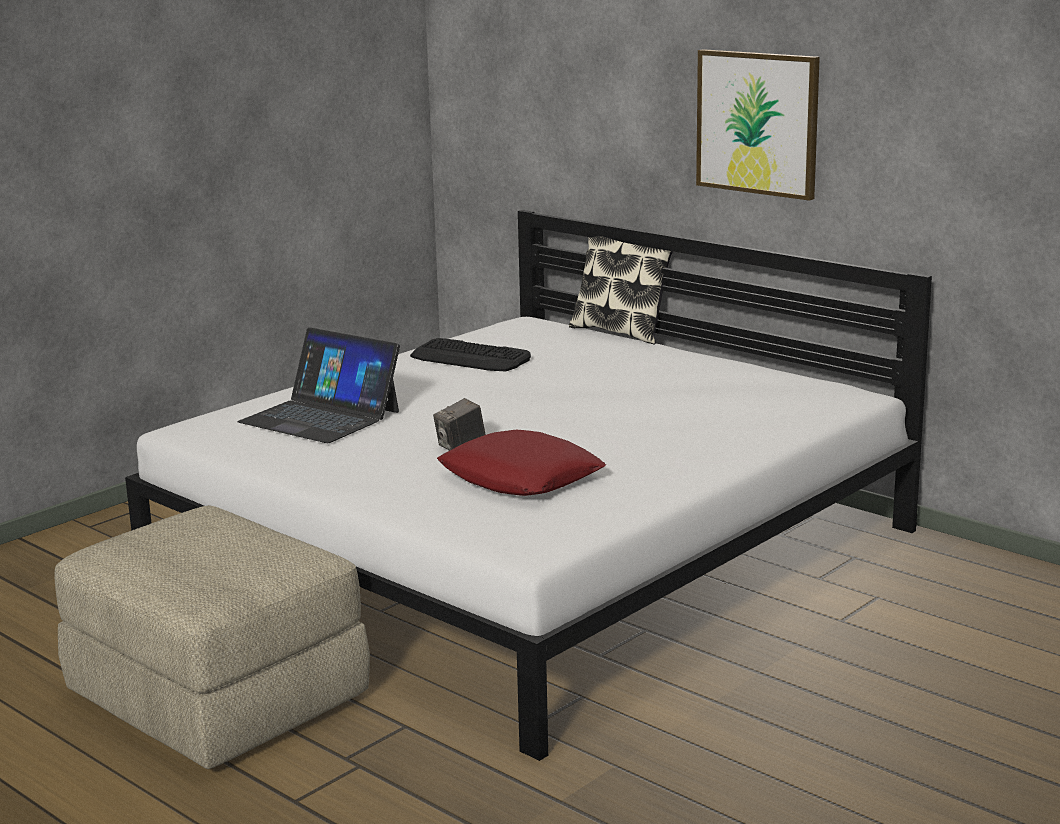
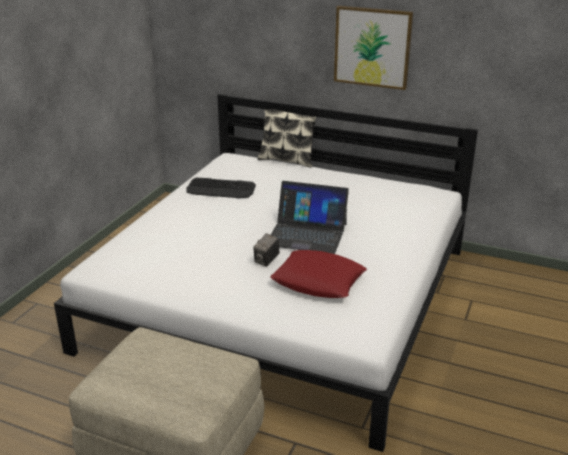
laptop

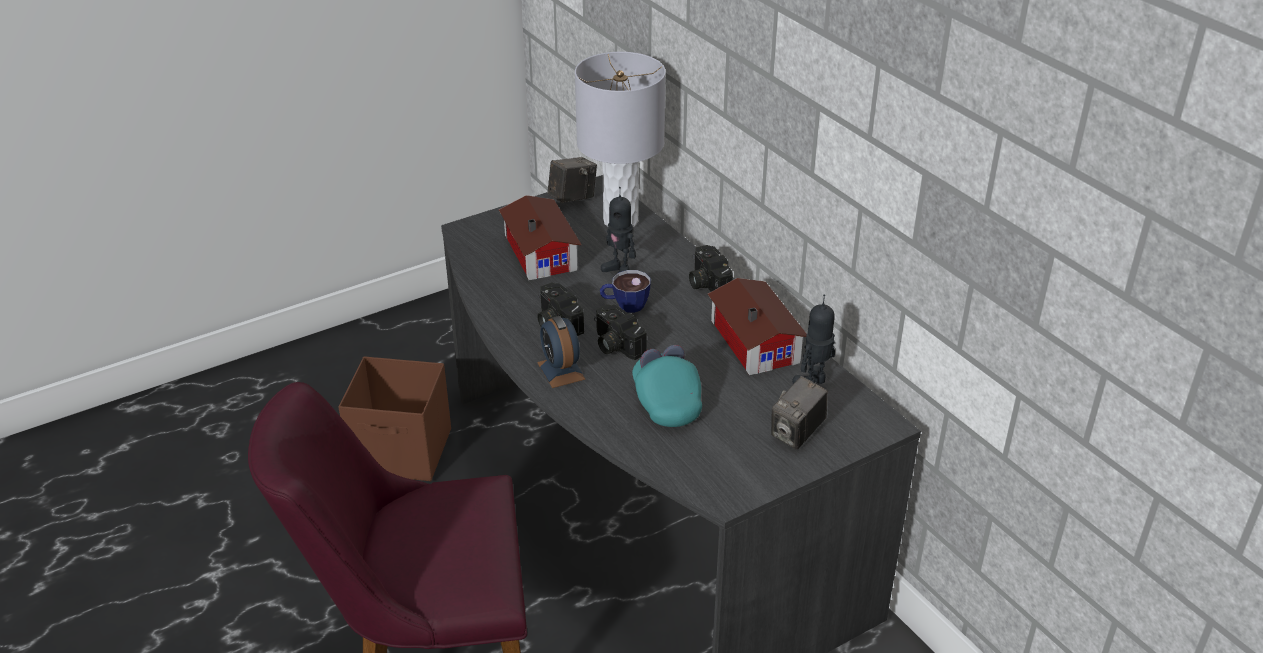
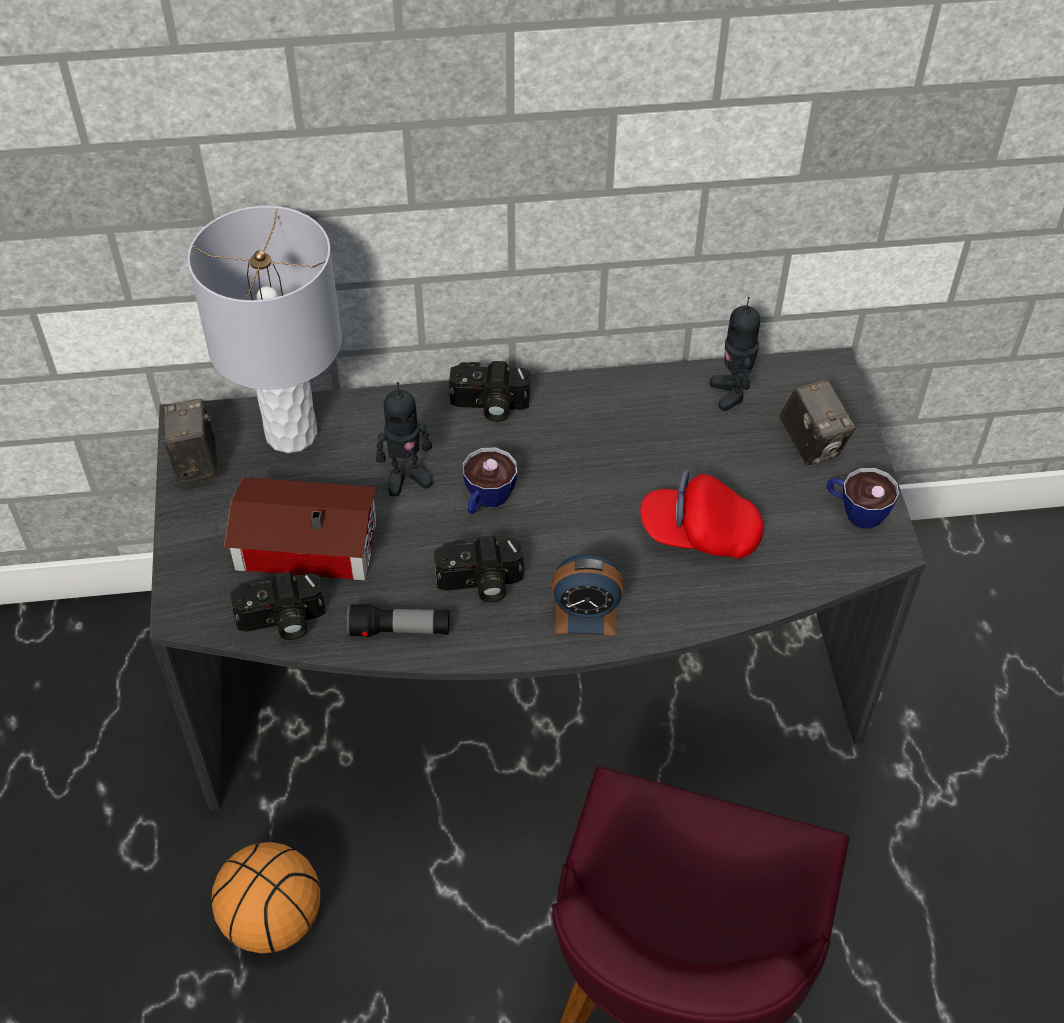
basketball
photo camera (no. 2 from left)
flashlight
cap (red)
cup (no. 2 from left)
toy house (no. 2 from left in the first image)

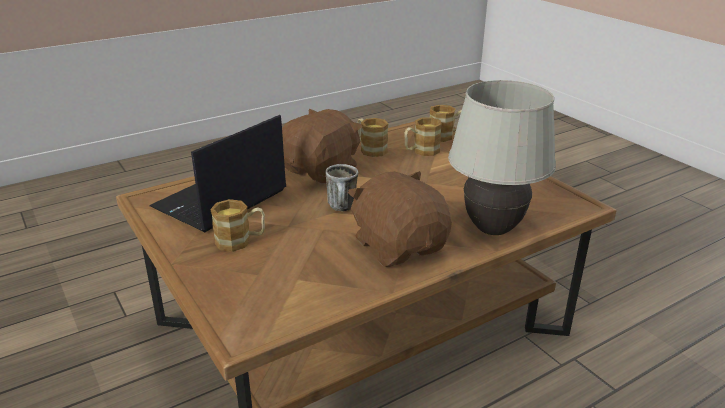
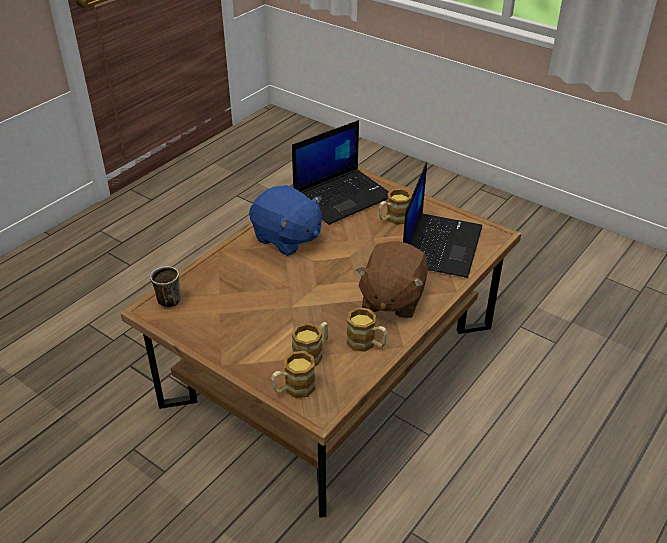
mug (no. 1 from left)
plush toy (blue)
laptop (no. 1 from left)
table lamp (white)

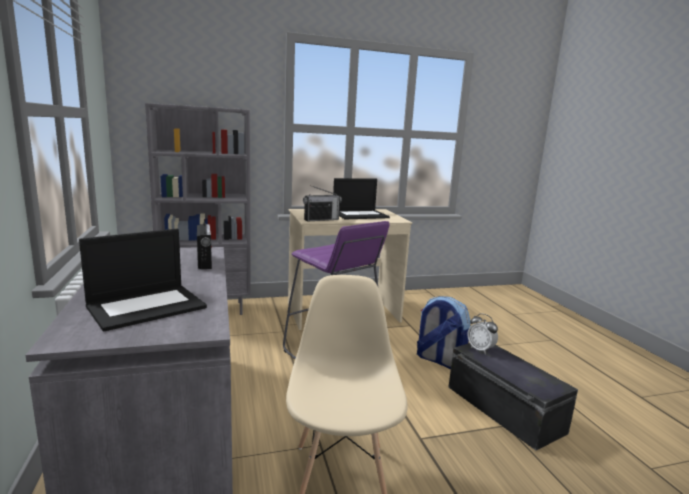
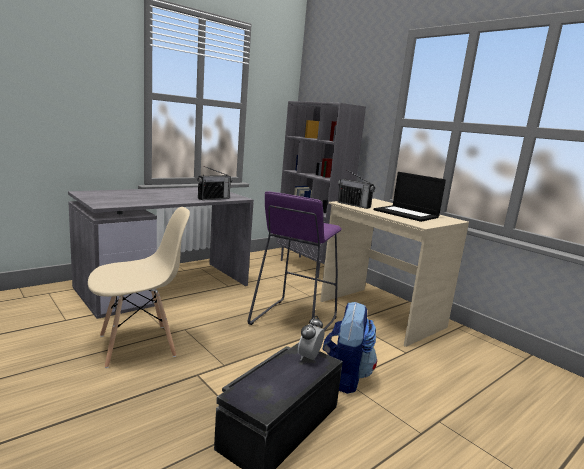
laptop (no. 1 from left in the first image)

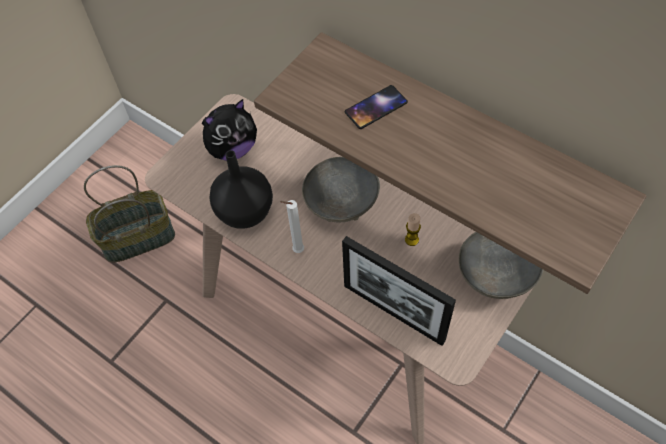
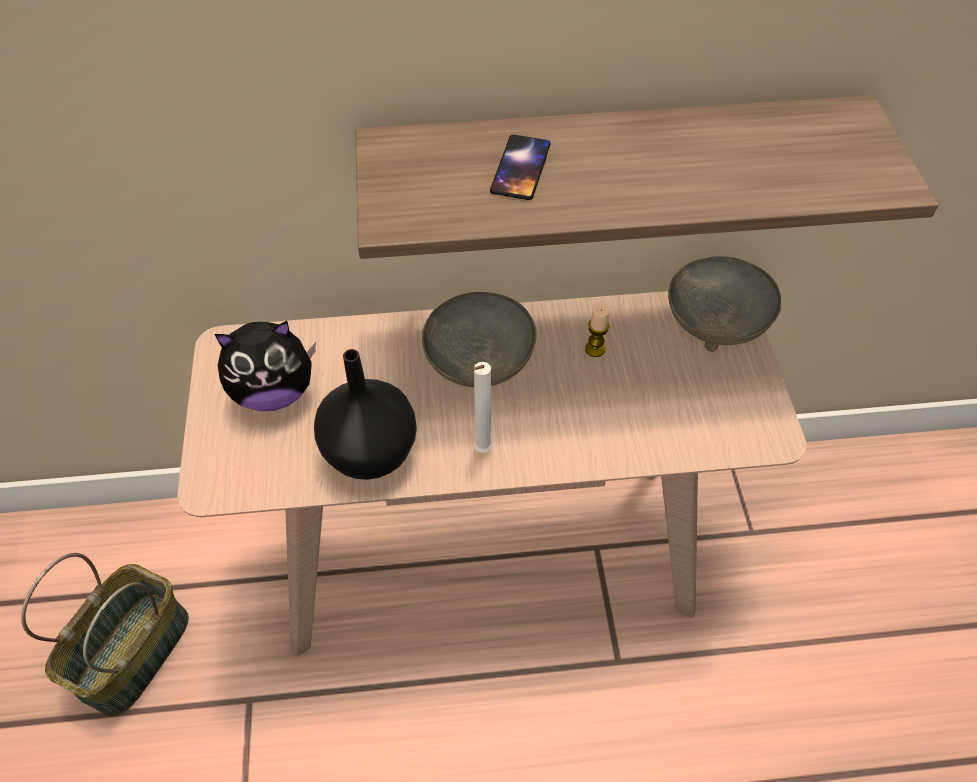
plush toy
picture frame

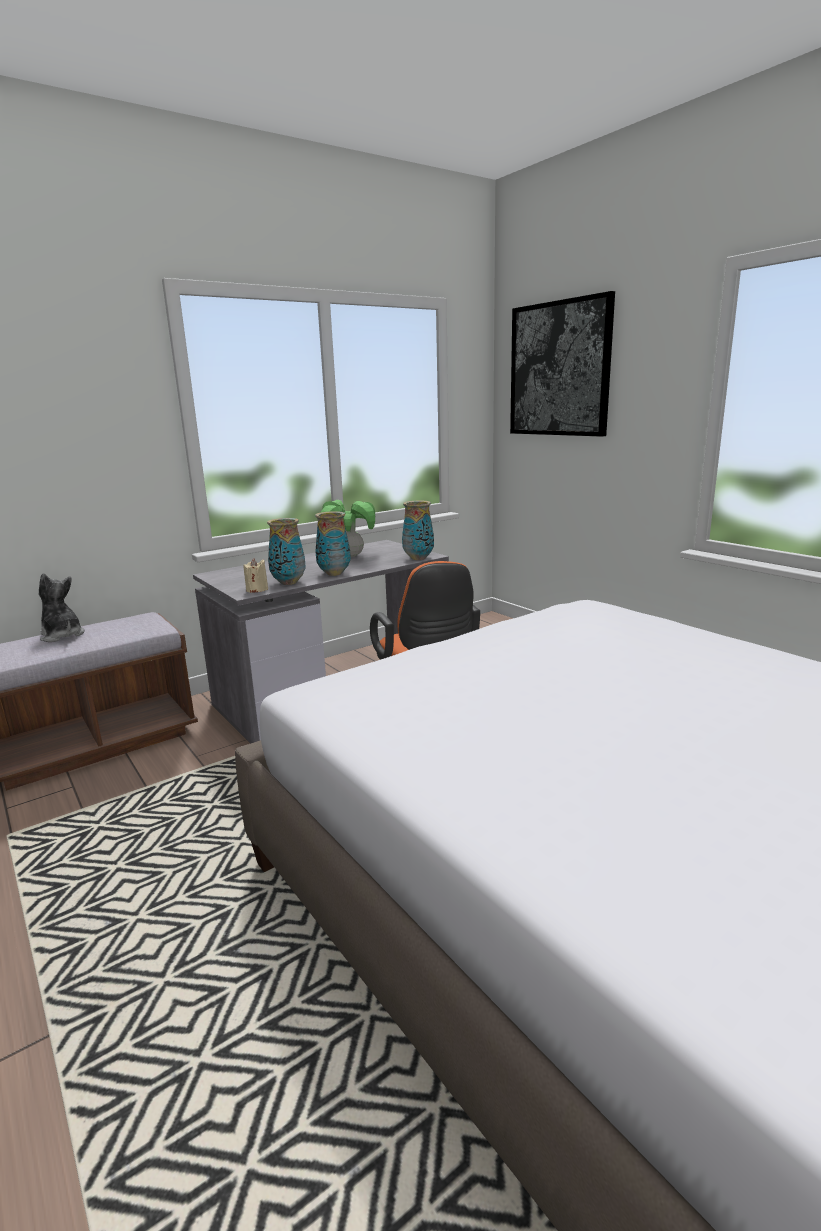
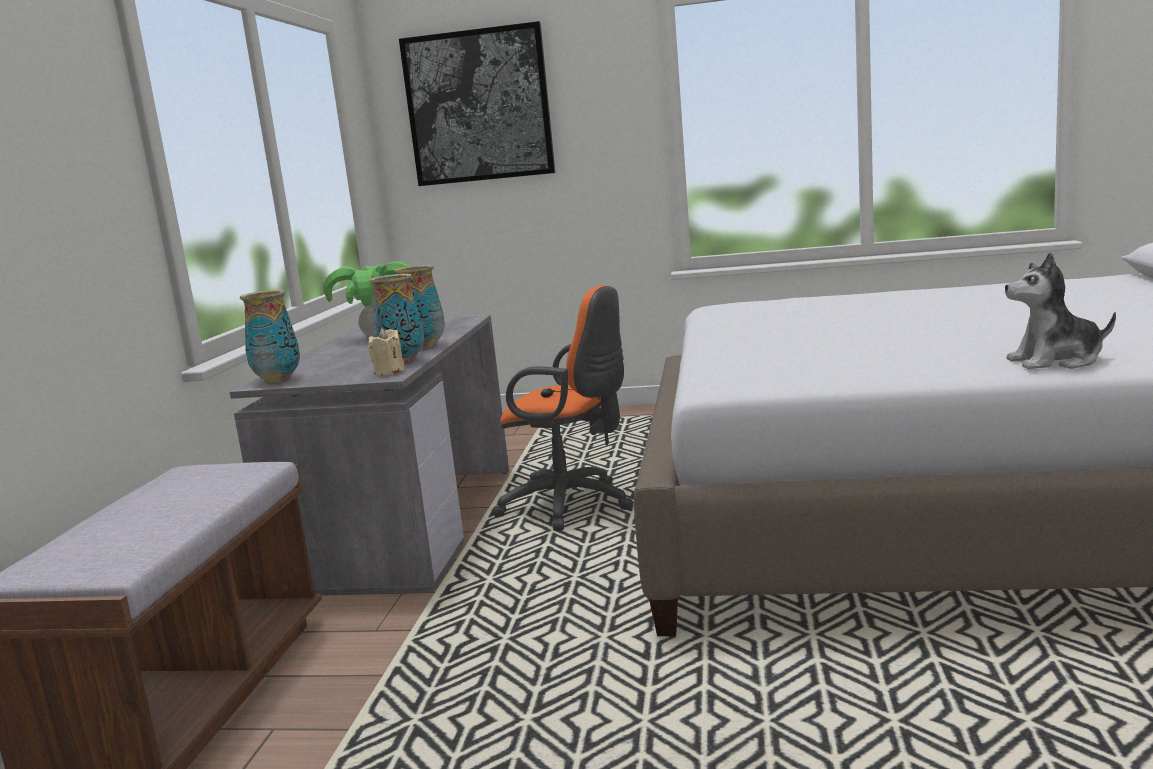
vase (no. 1 from left)
plush toy

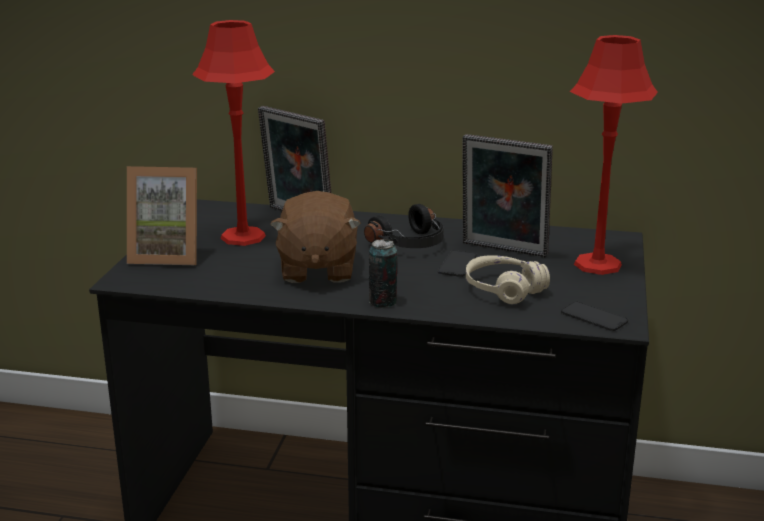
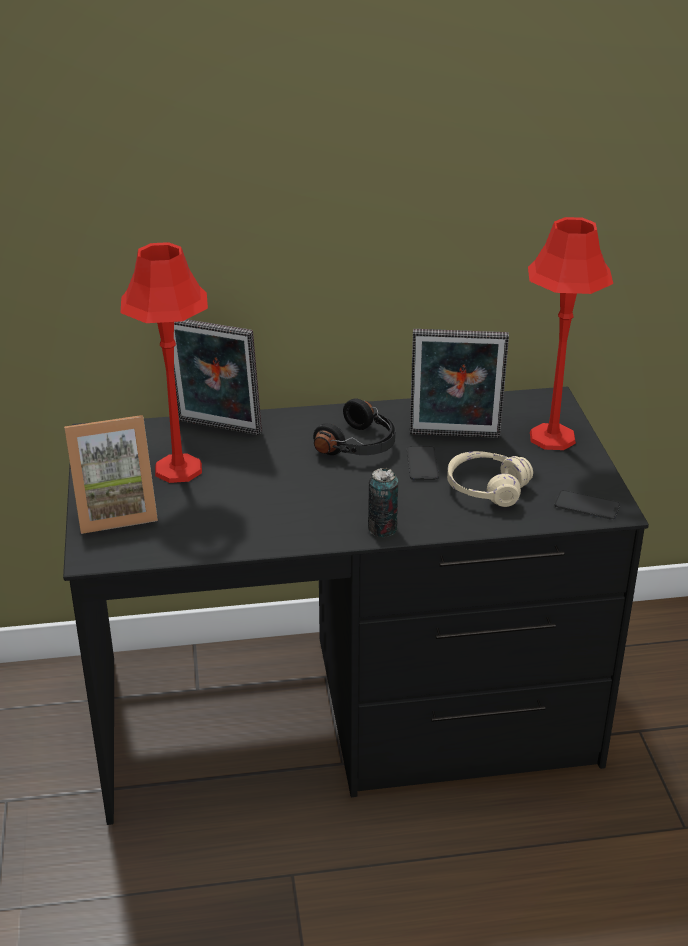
plush toy (brown)

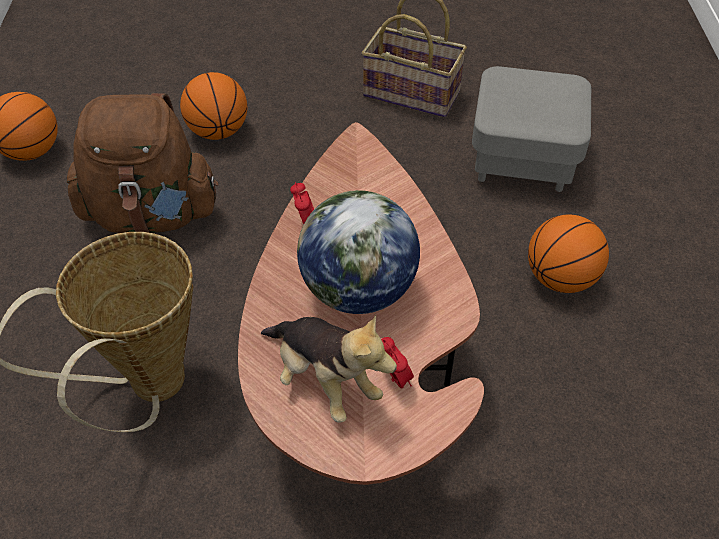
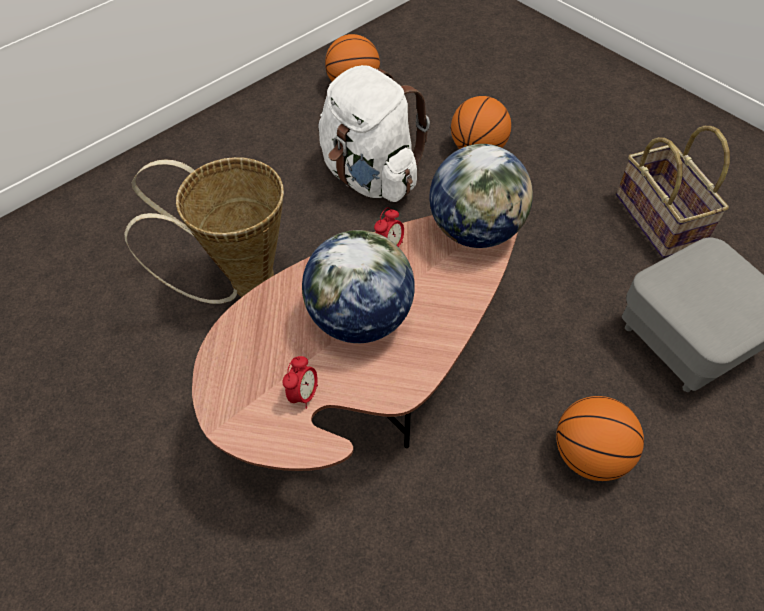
backpack (white)
globe (no. 2 from left)
plush toy

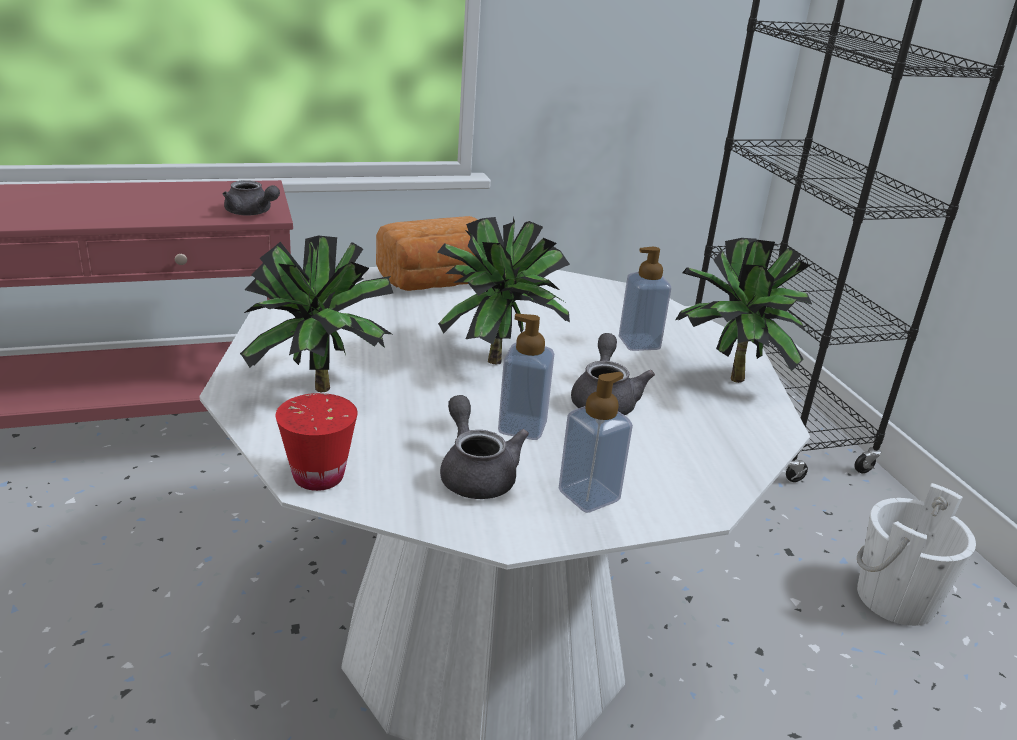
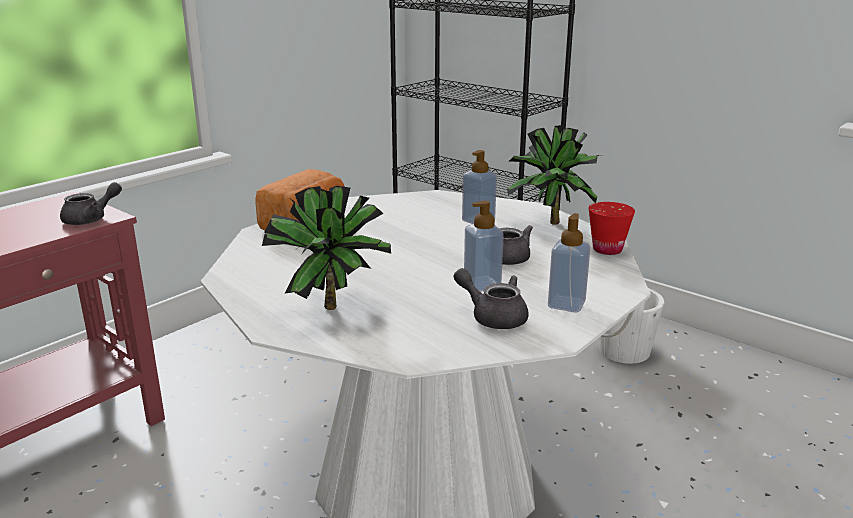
teapot (grey) (no. 1 from left)
cup (red)
potted plant (no. 2 from left in the first image)

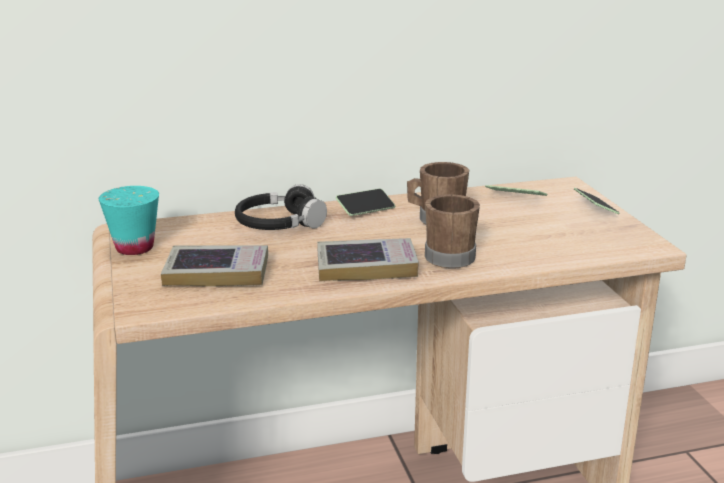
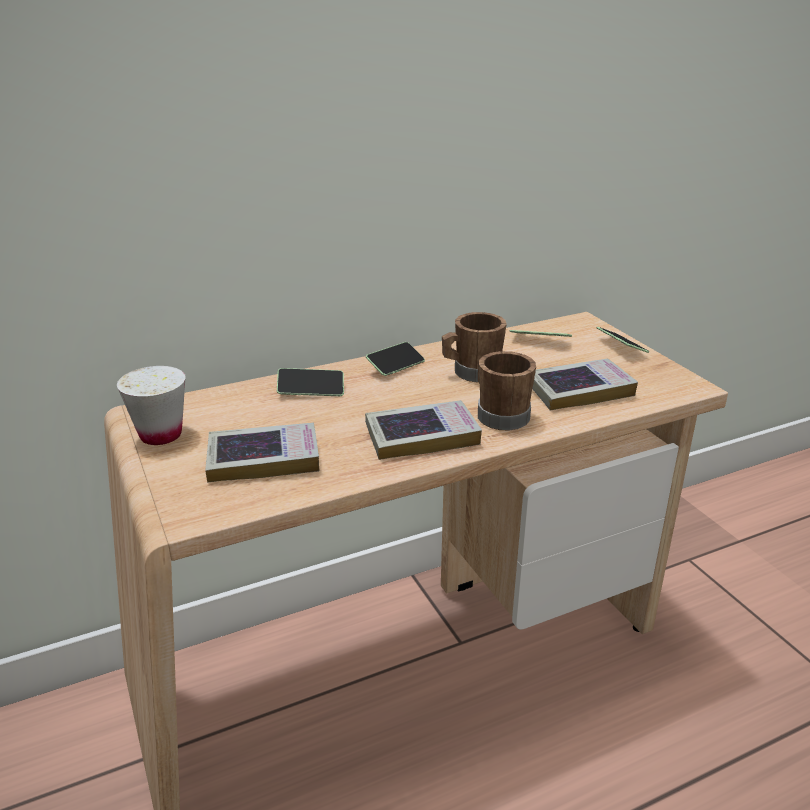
cup (white)
phone (no. 1 from left)
book (no. 3 from left)

